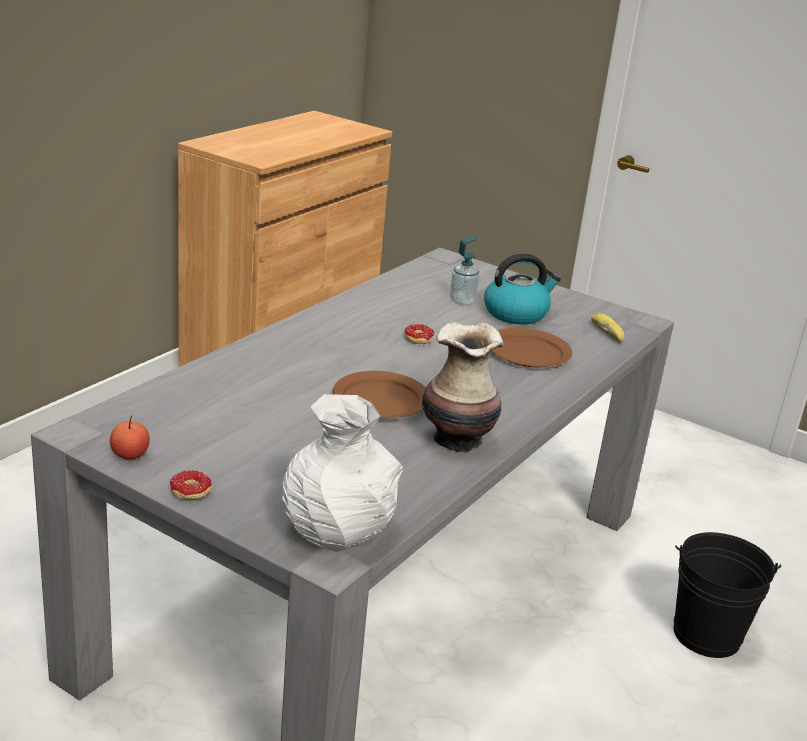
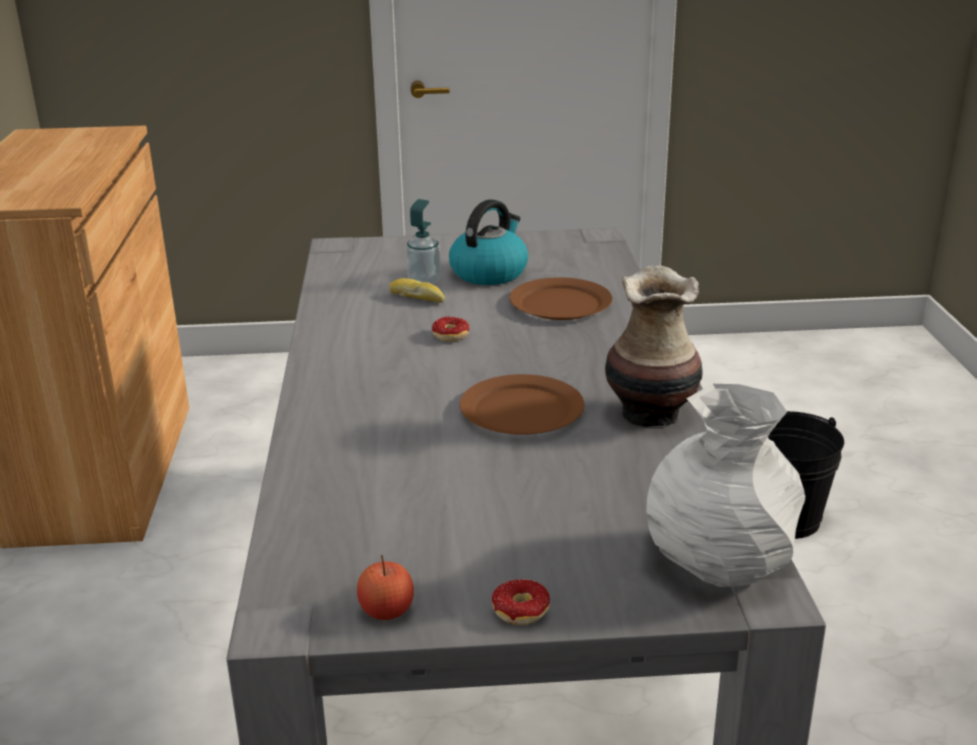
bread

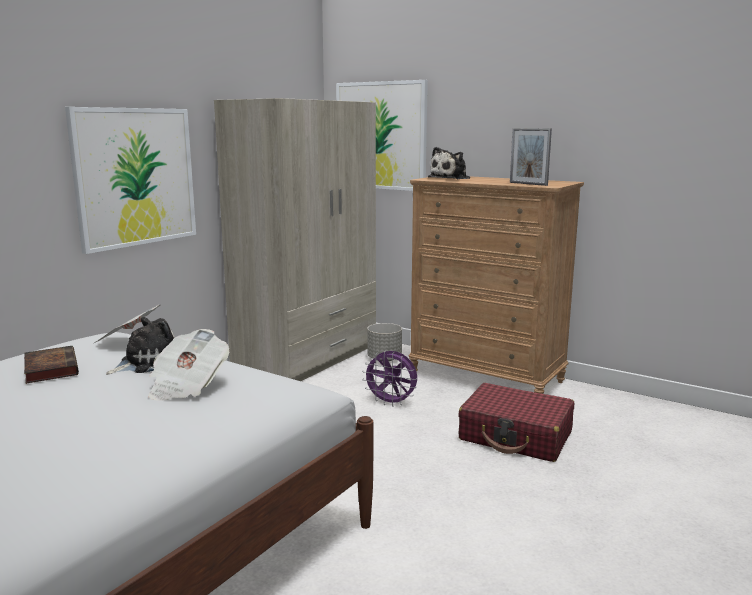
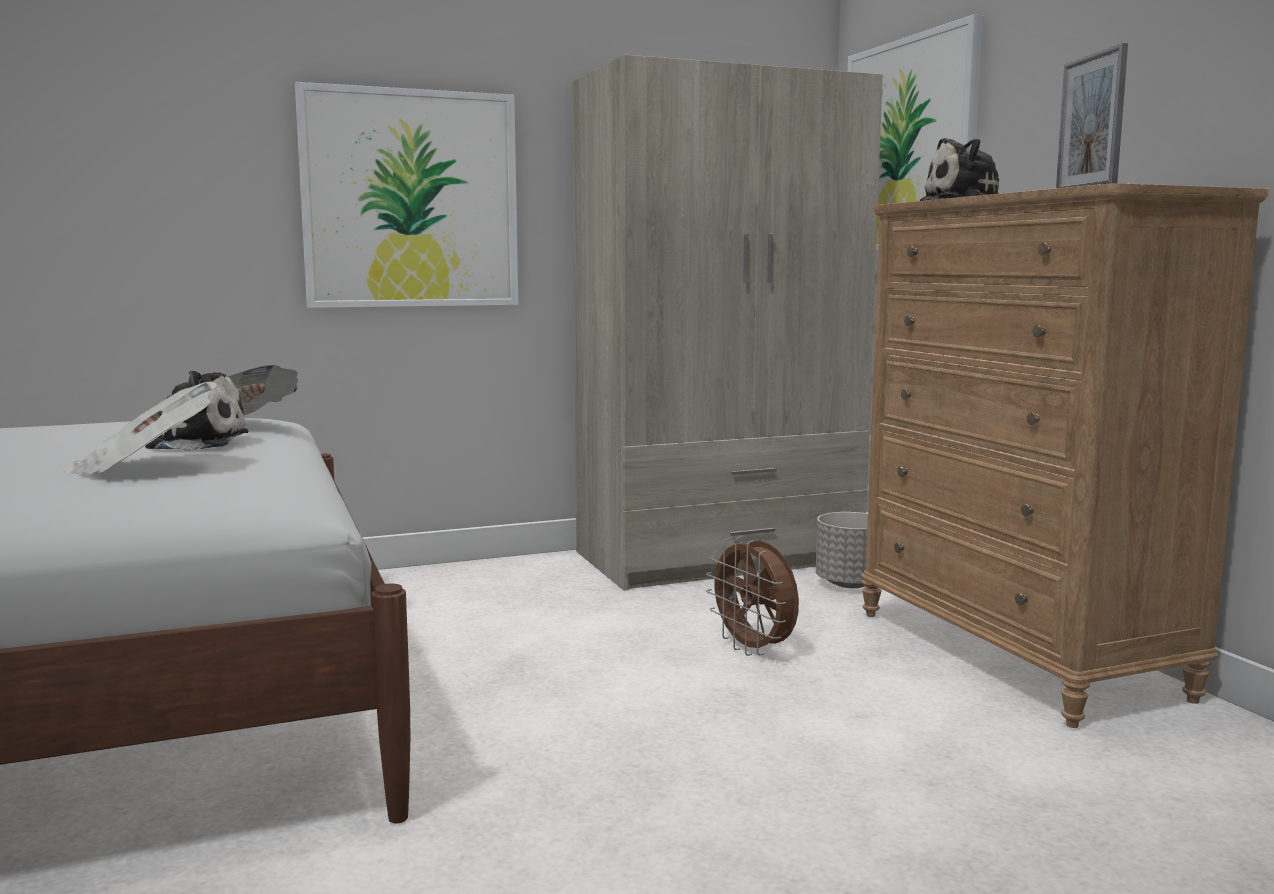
fan (brown)
book
suitcase (red)

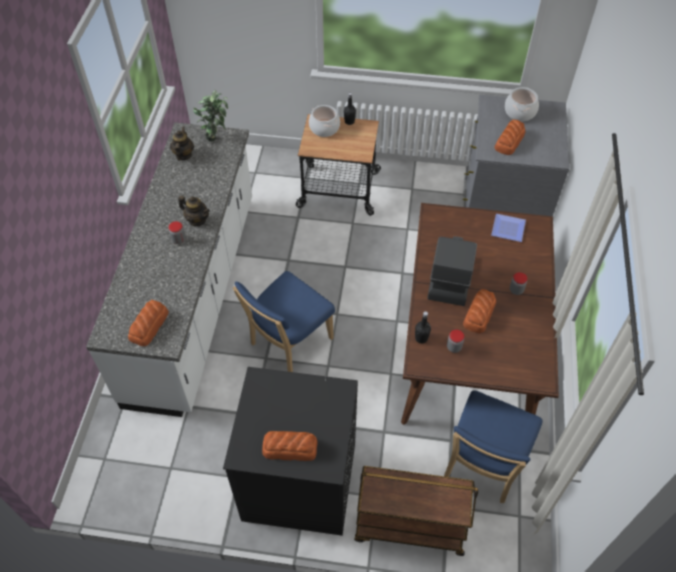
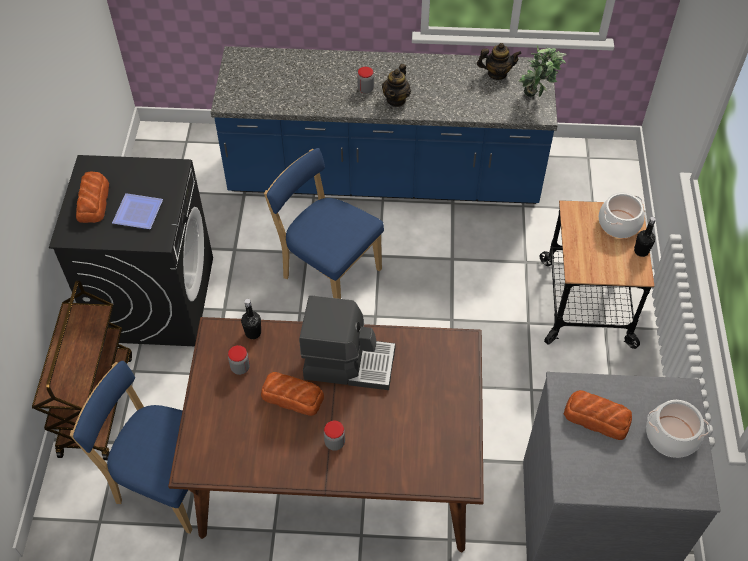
plate
counter (blue)
bread (no. 1 from left in the first image)

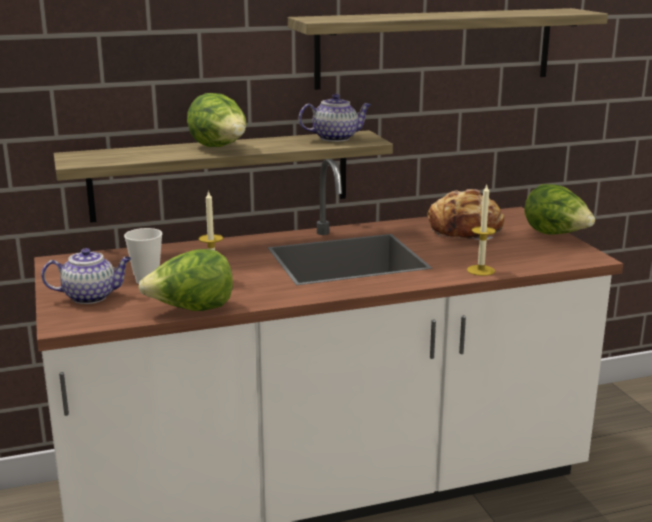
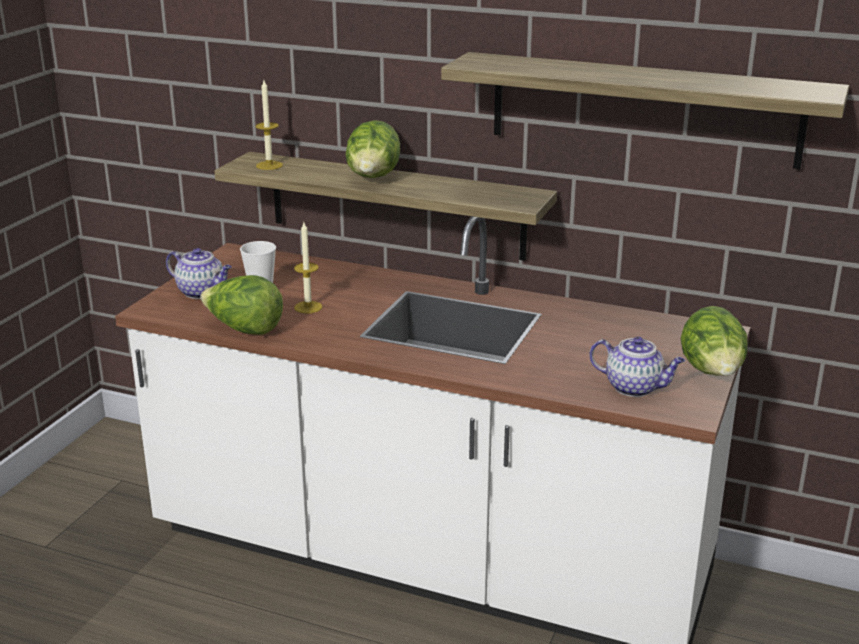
candle (no. 1 from left)
teapot (no. 2 from left)
bread

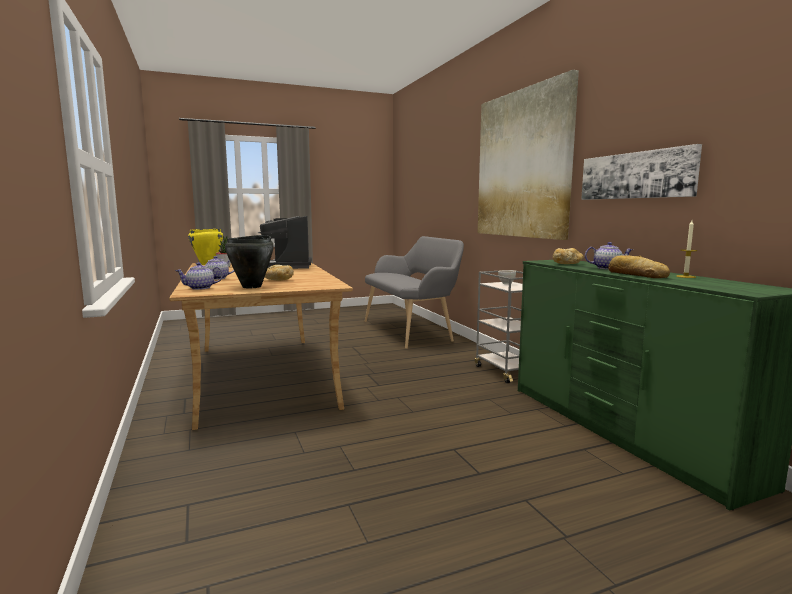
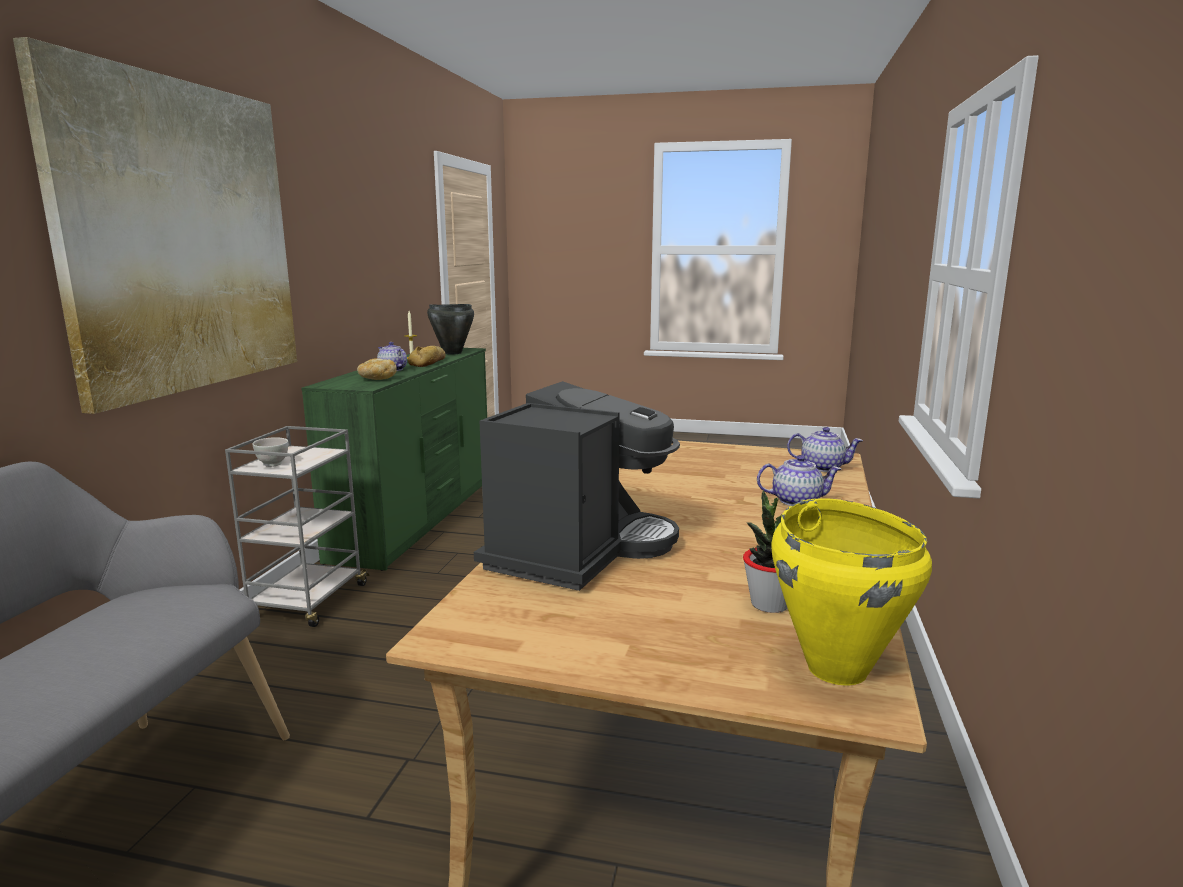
cooking pot (black)
bread (no. 1 from left in the first image)
picture (no. 2 from left in the first image)

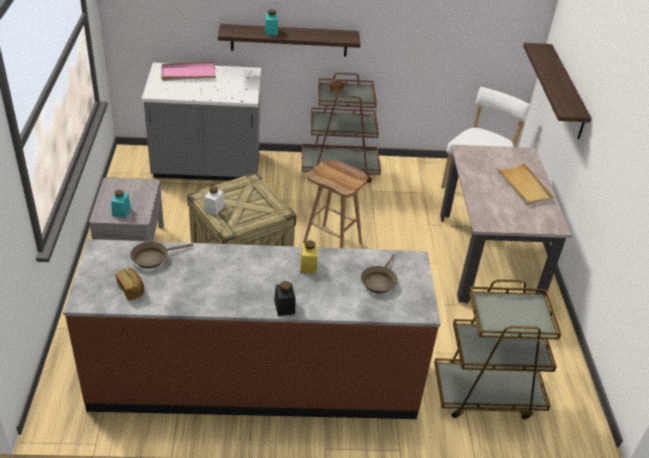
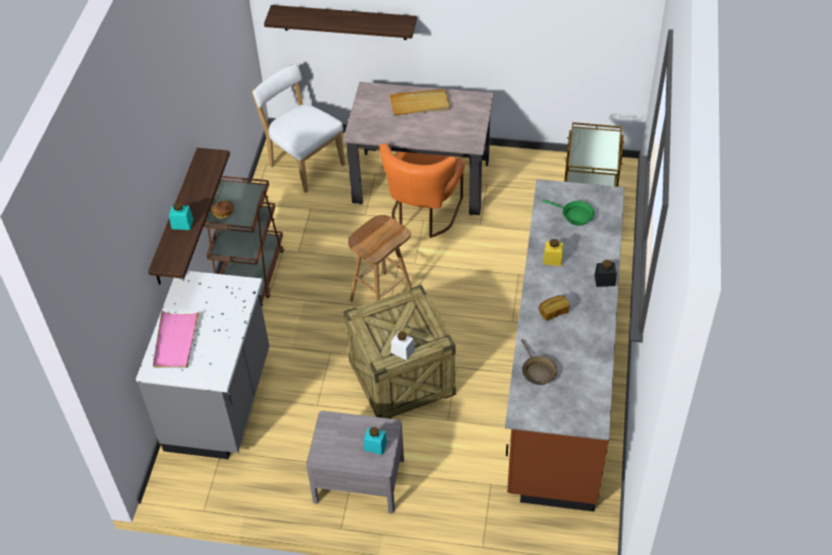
chair (orange)
bread (no. 2 from left)
frying pan (green)

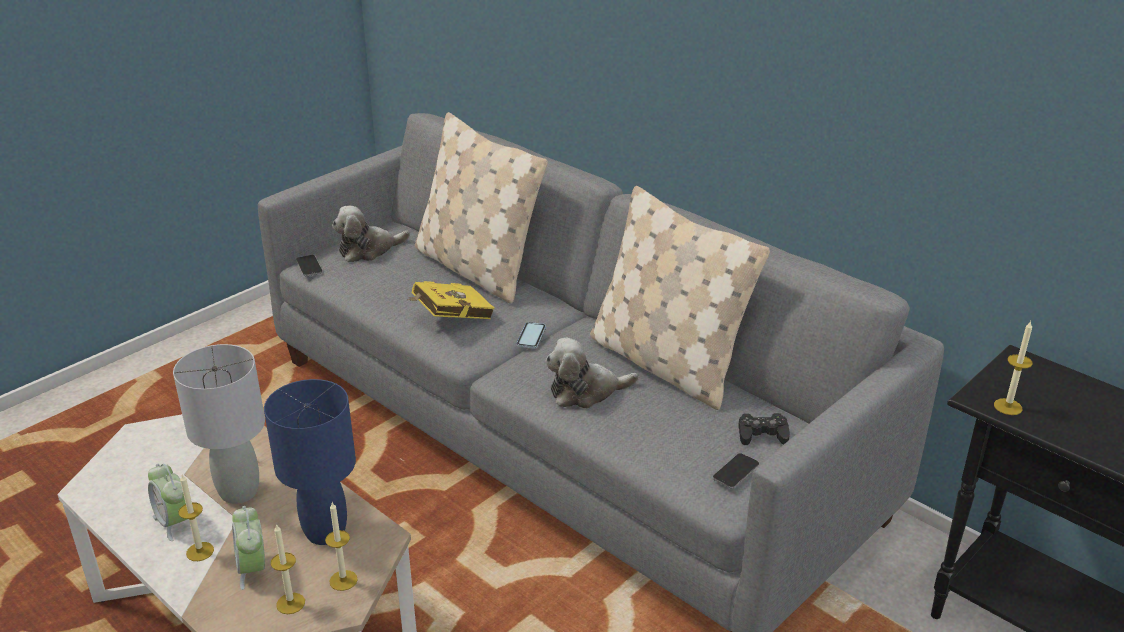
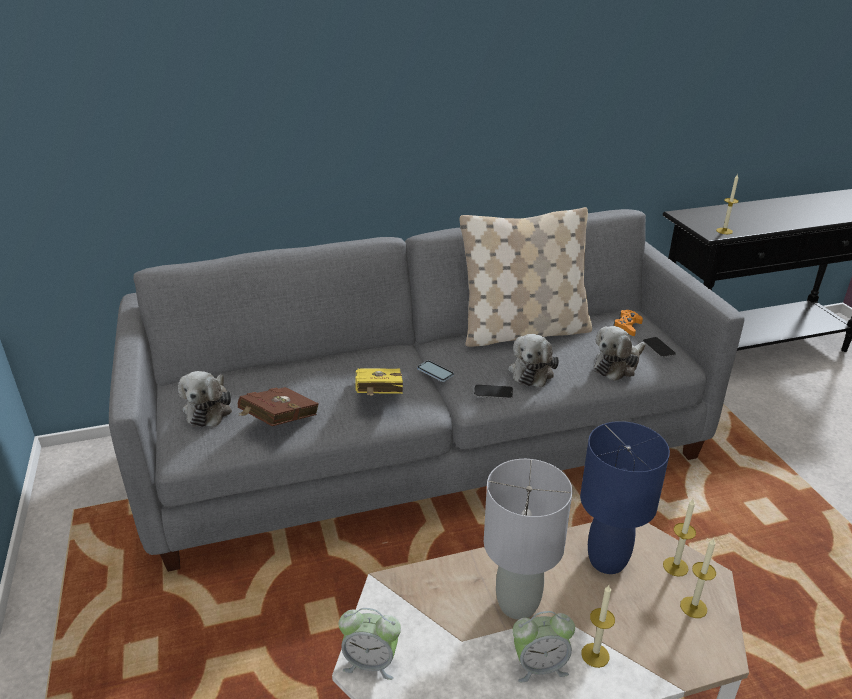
book (brown)
alarm clock (no. 1 from left)
phone (no. 2 from left)
plush toy (no. 3 from left)
game controller (orange)
pillow (beige) (no. 1 from left in the first image)

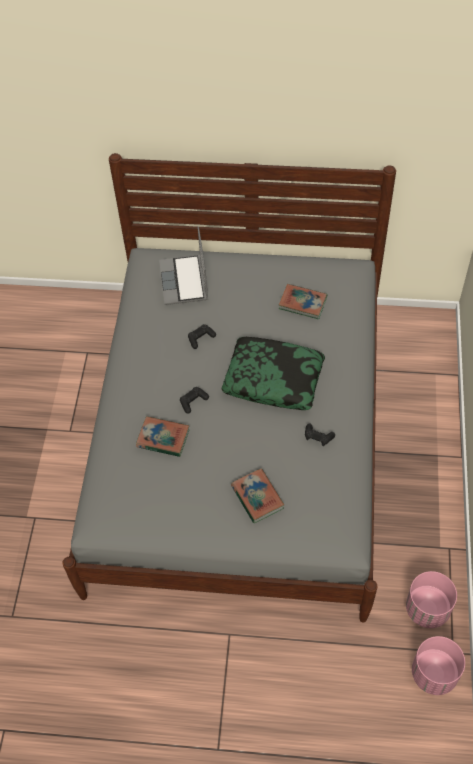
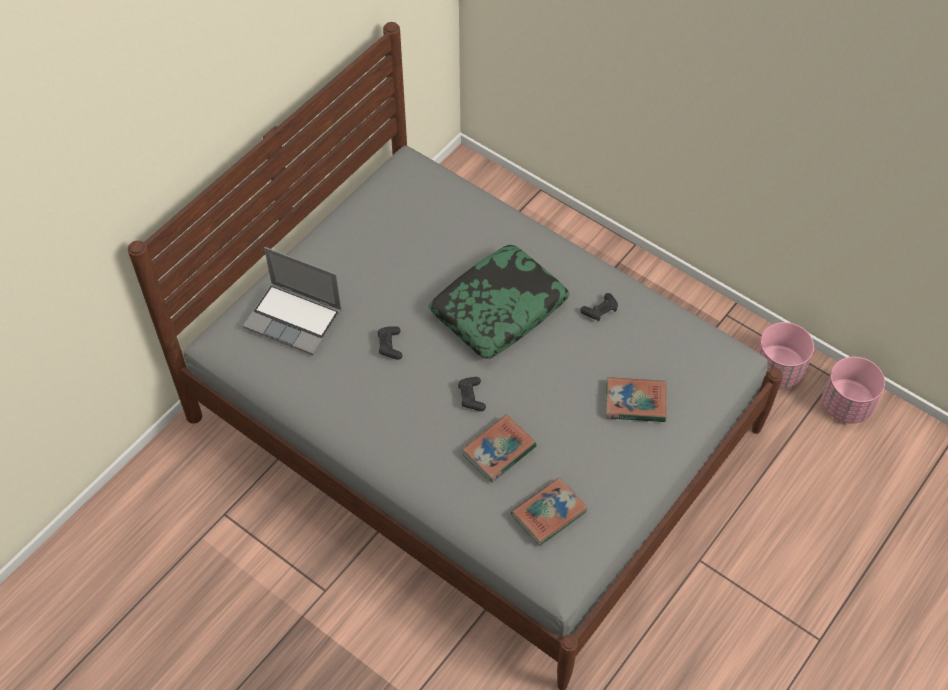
book (no. 2 from left)

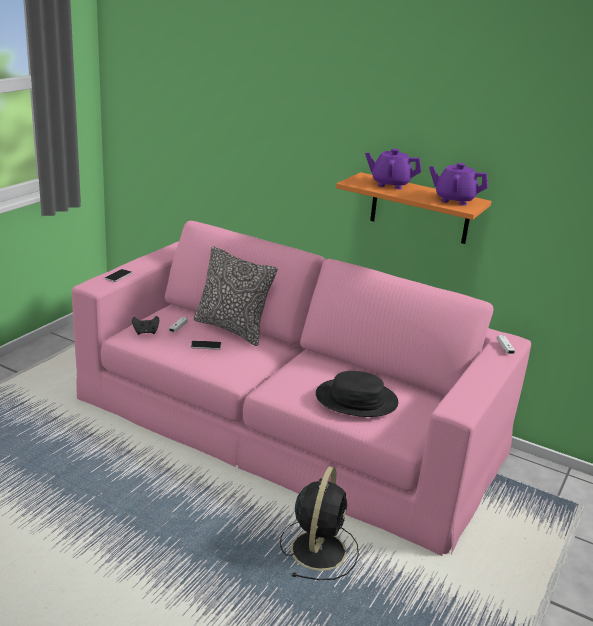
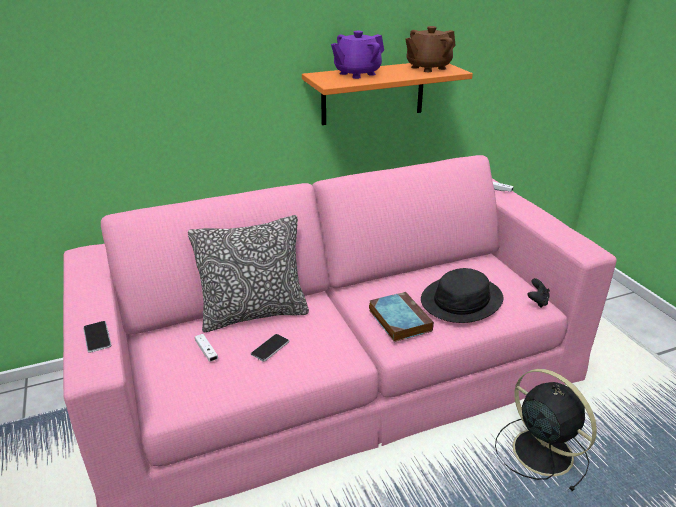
book
teapot (brown)
game controller (black)

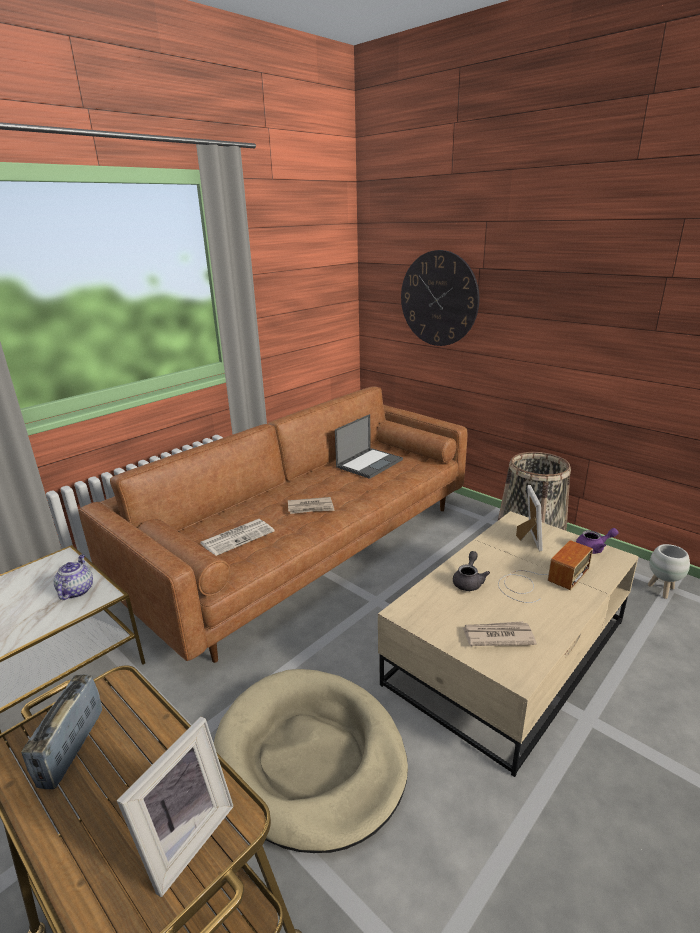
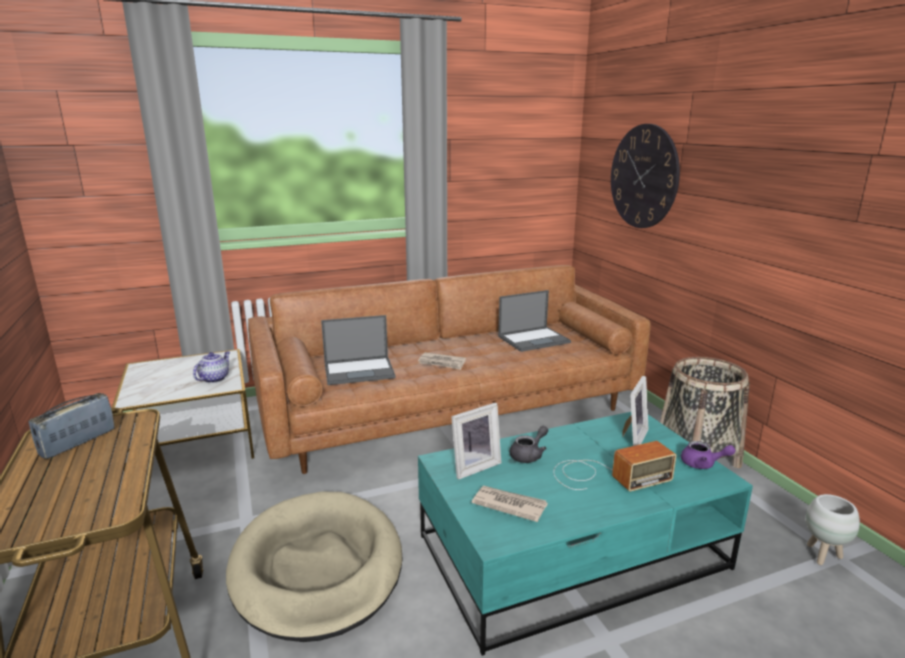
laptop (no. 1 from left)
coffee table (turquoise)
picture frame (no. 1 from left)

